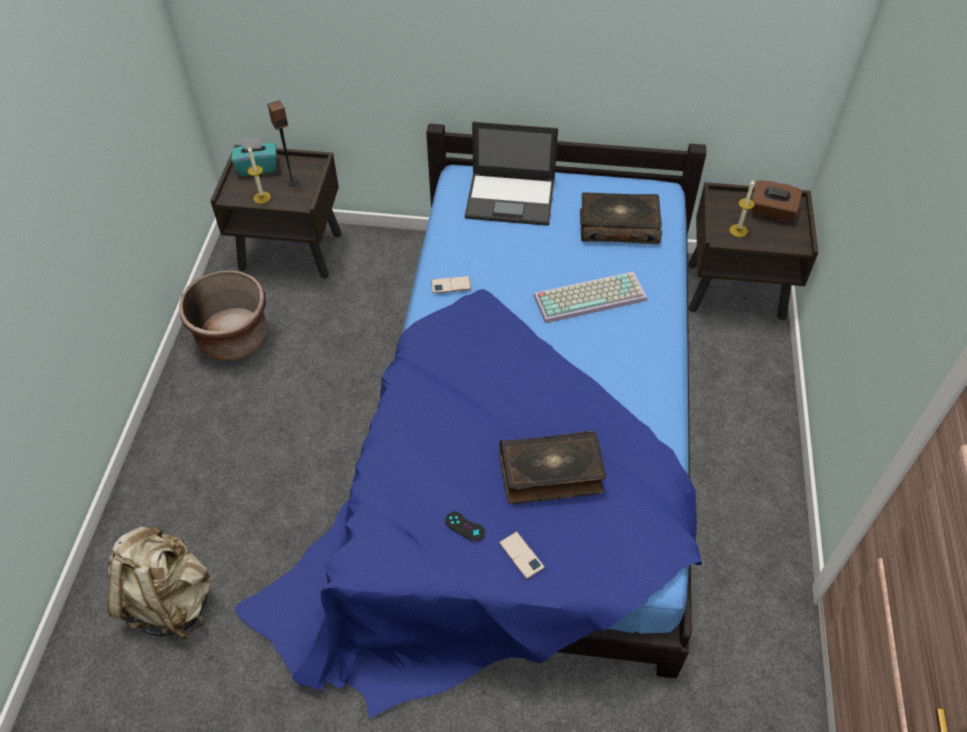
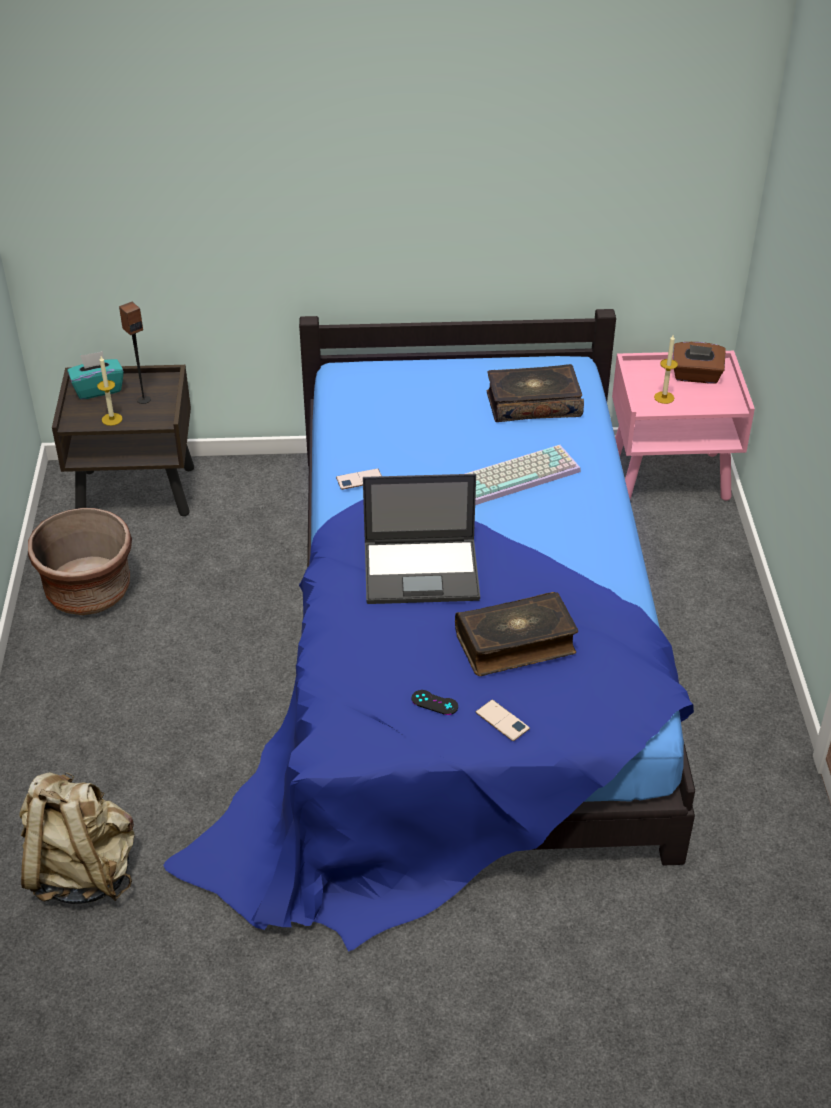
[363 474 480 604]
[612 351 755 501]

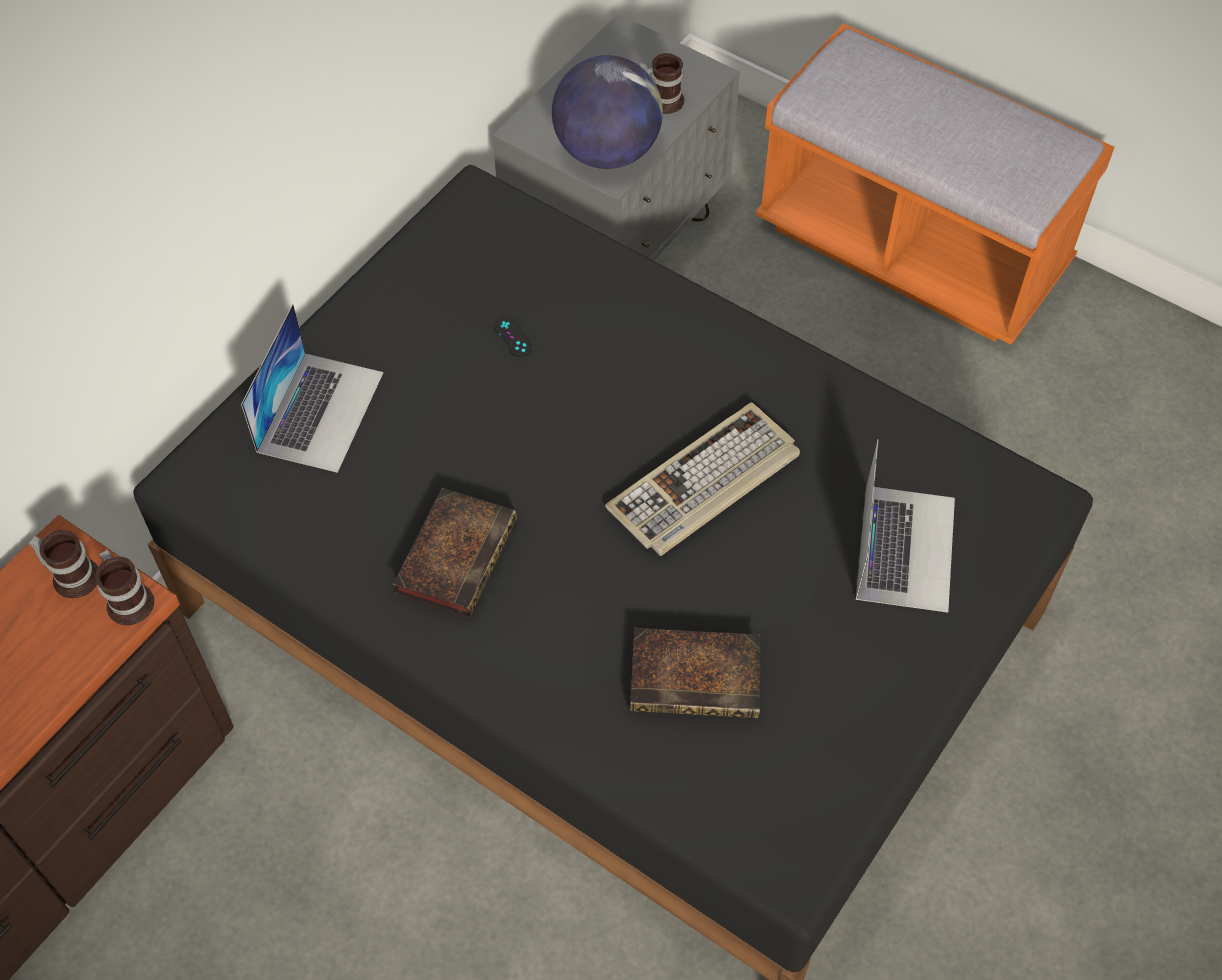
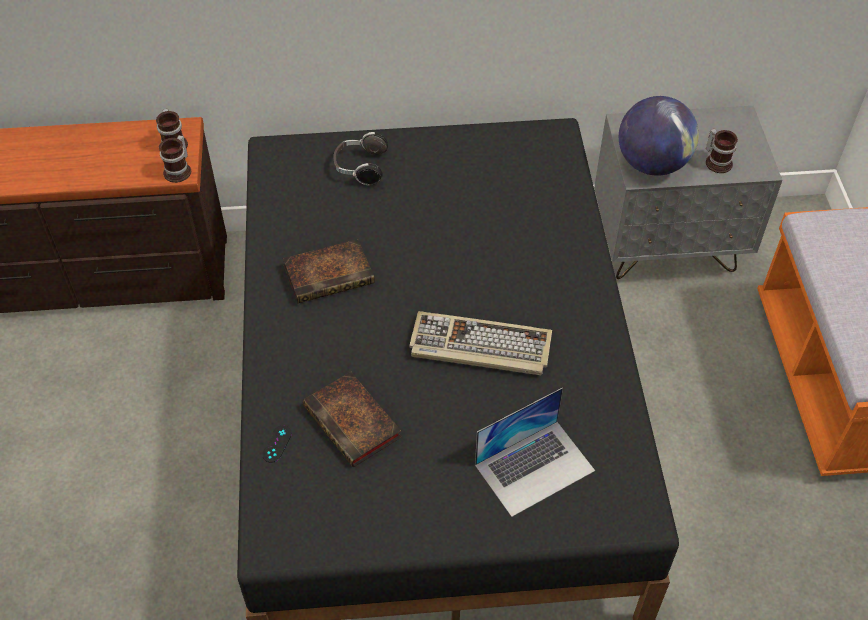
[262 426 292 463]
[333 132 388 186]

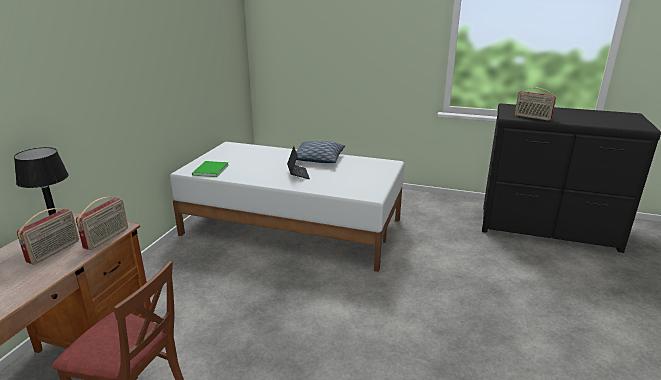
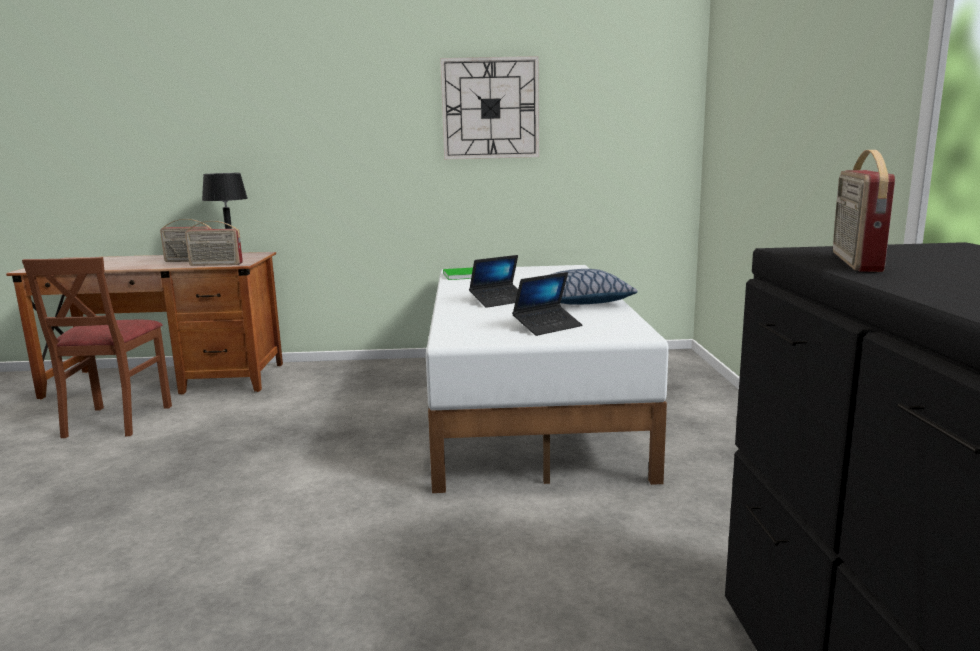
[440 56 539 159]
[512 272 582 336]

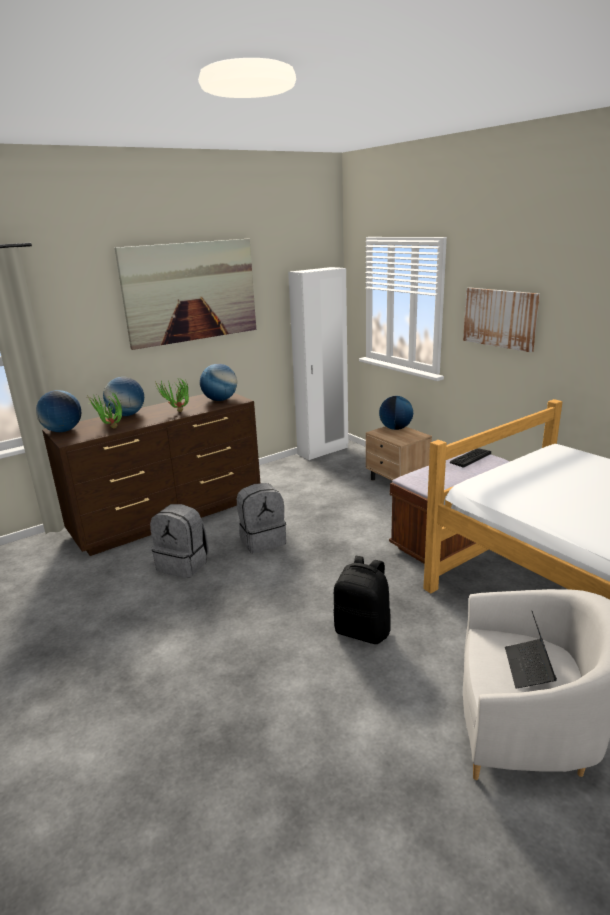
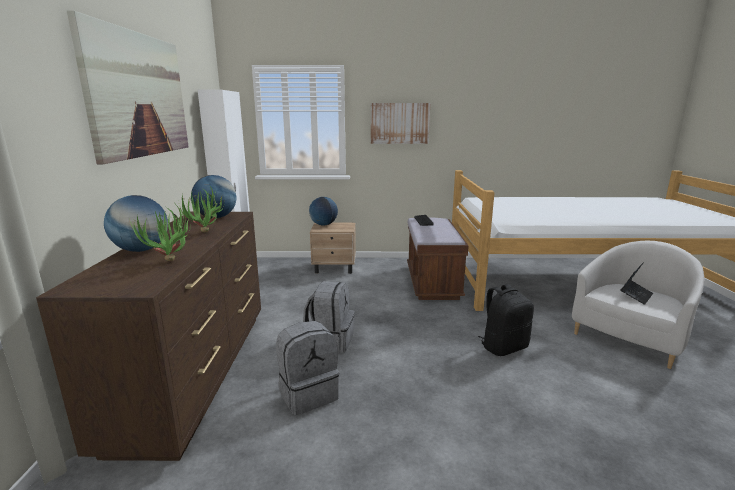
[620 262 653 305]
[36 390 81 432] (first image)

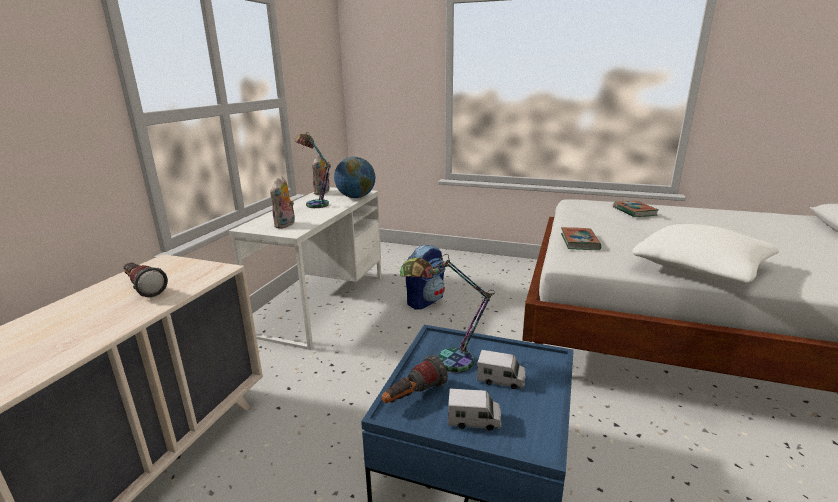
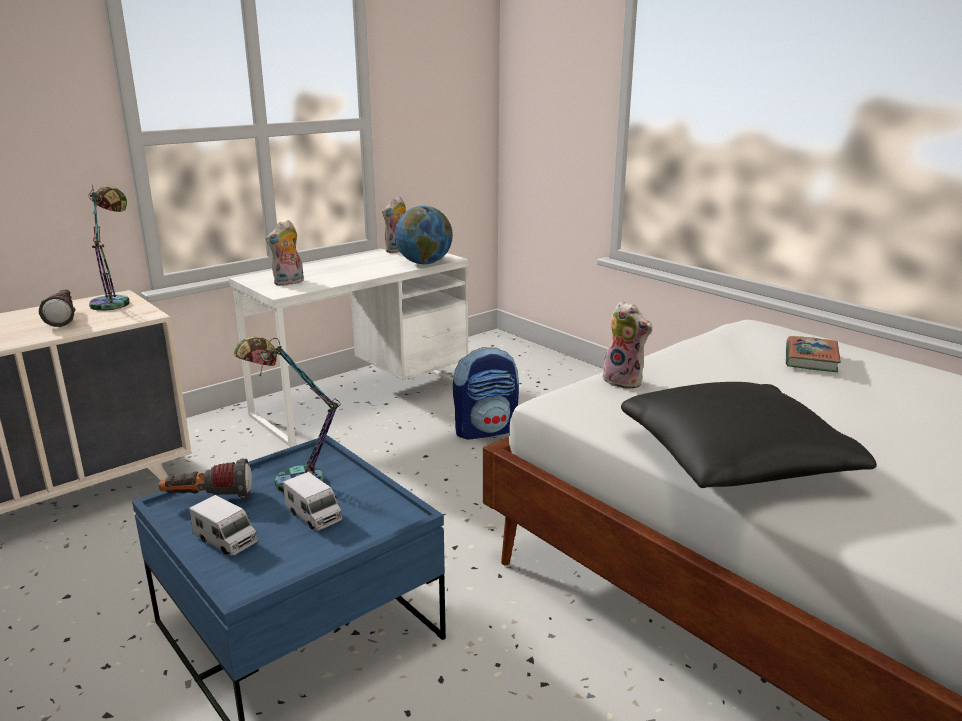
[88 185 129 311]
[602 301 652 389]
[621 382 877 488]

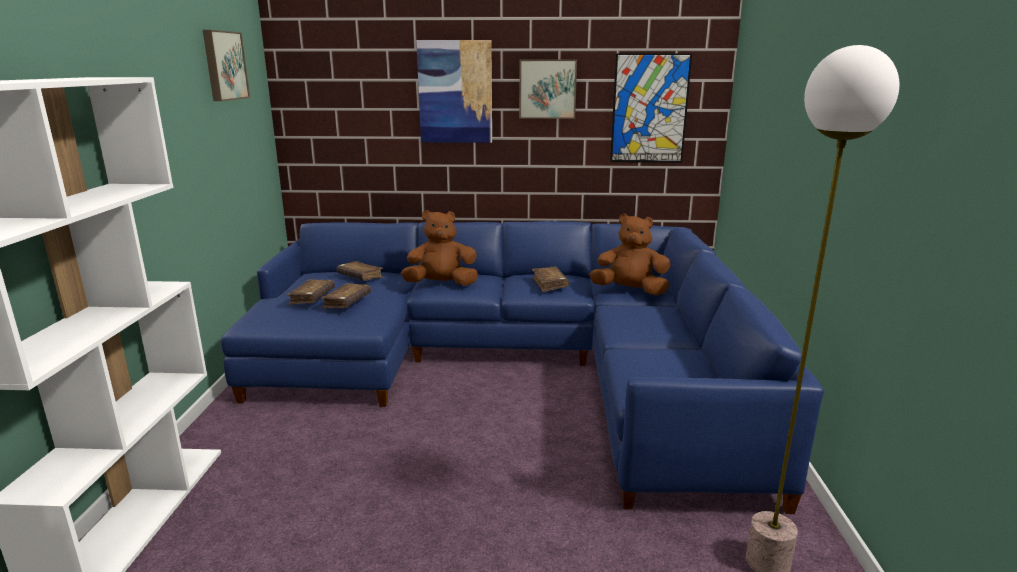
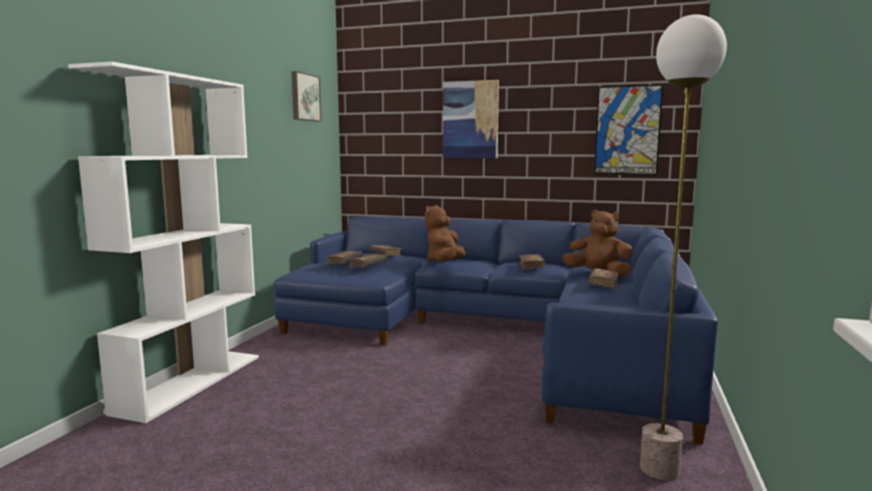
[425 205 465 262]
[588 269 619 289]
[519 60 577 119] (first image)

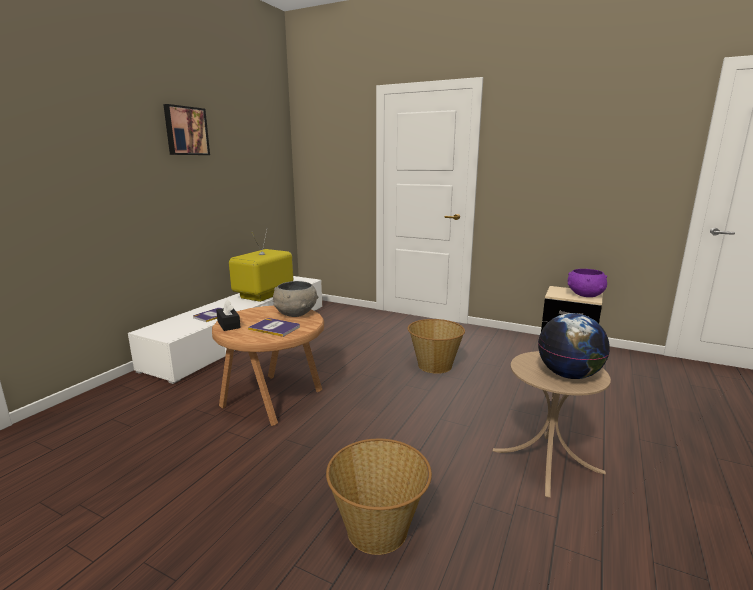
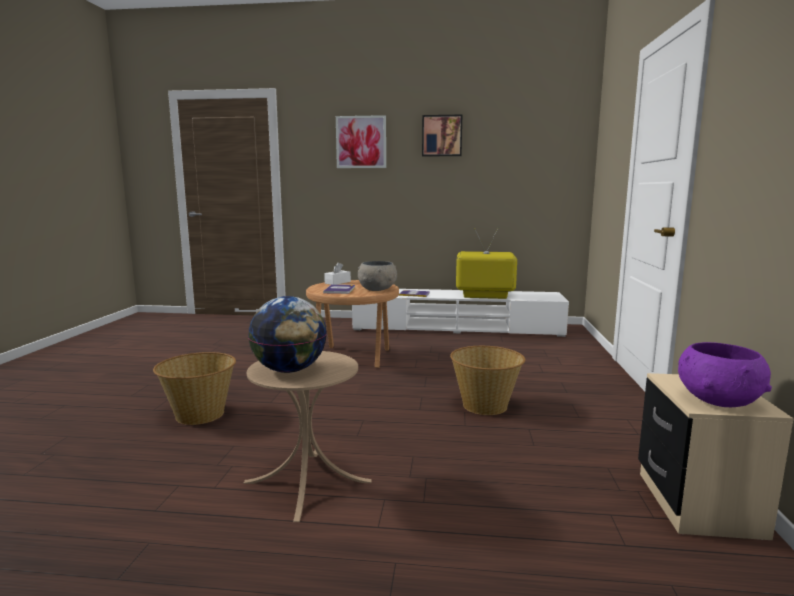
[324 262 351 285]
[336 115 386 168]

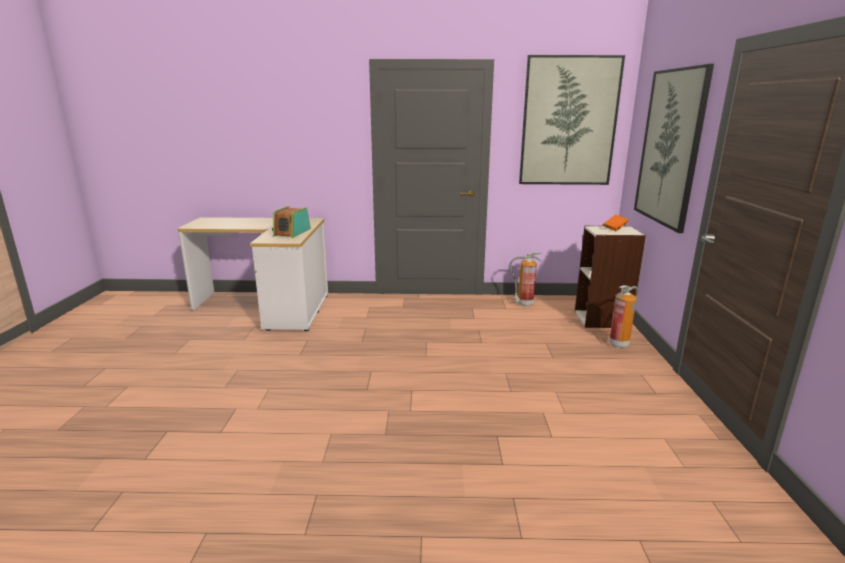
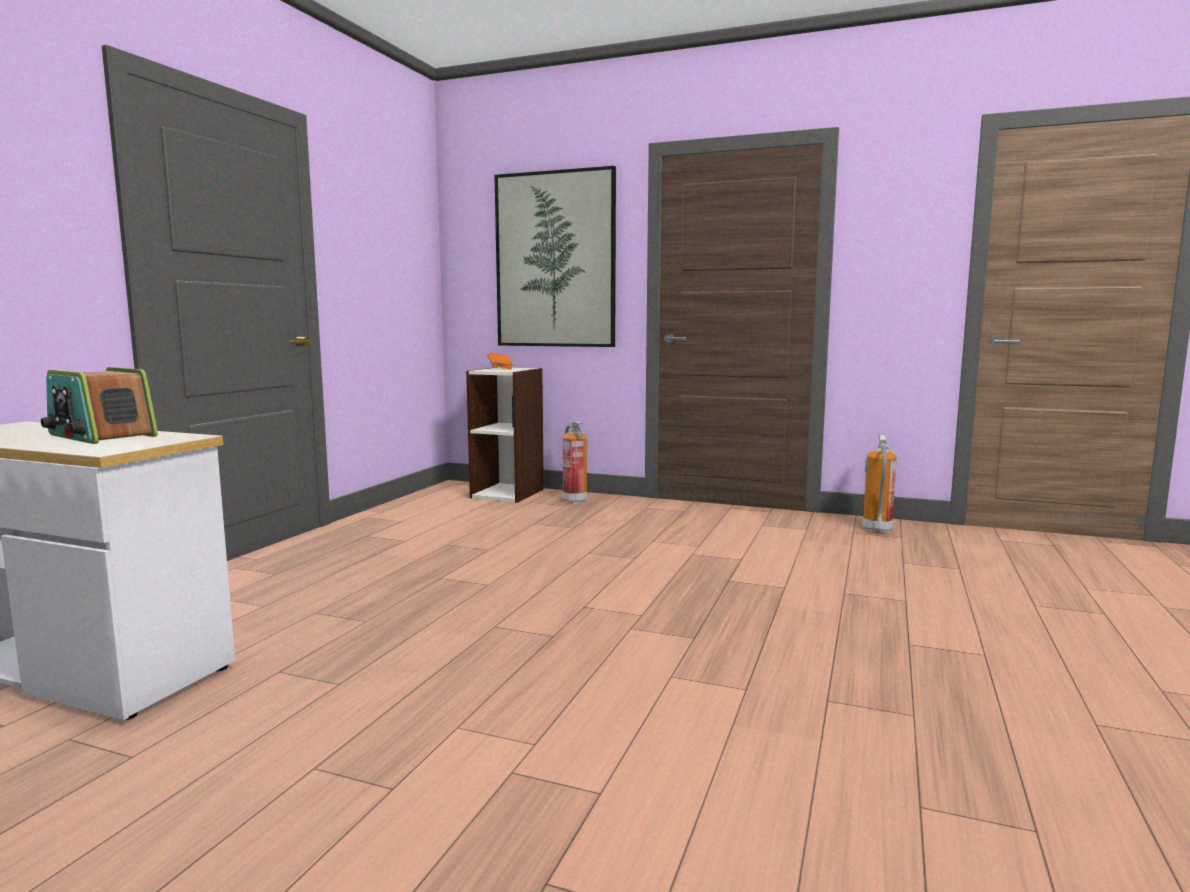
[863 434 897 533]
[519 55 625 185] (first image)

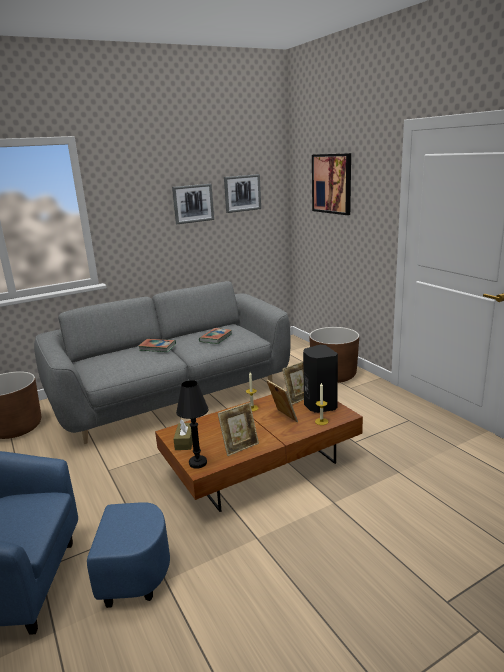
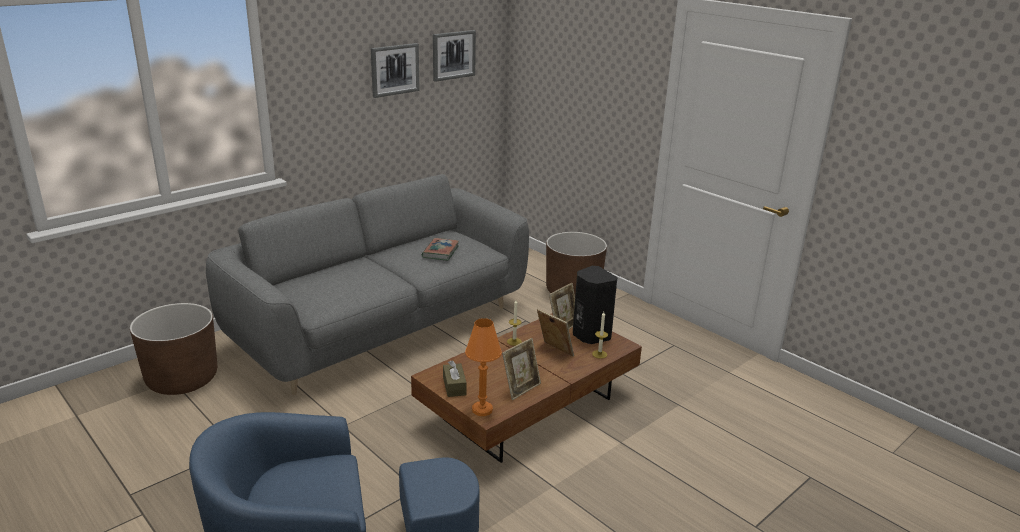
[465 318 502 416]
[138 339 176 352] (first image)
[312 153 351 215] (first image)

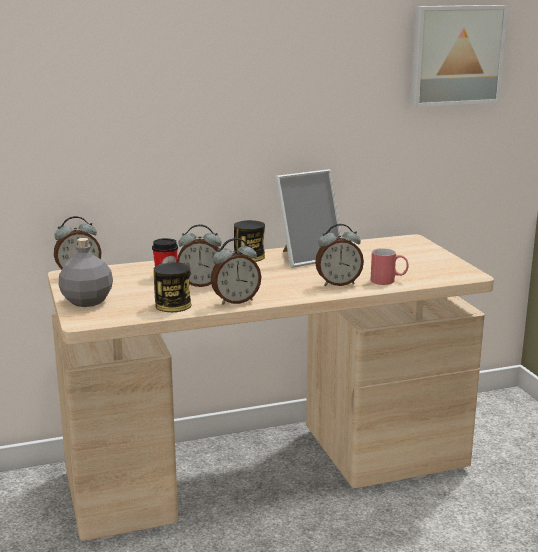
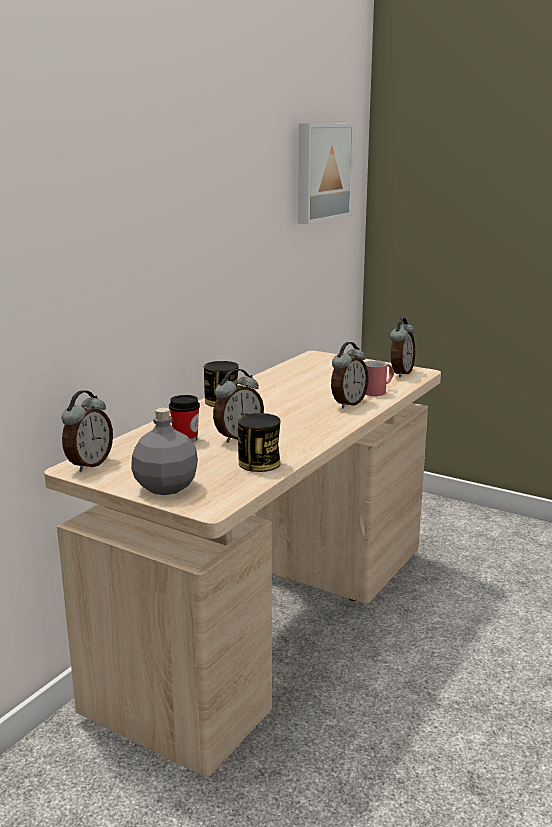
[390 318 415 377]
[275 169 342 268] (first image)

